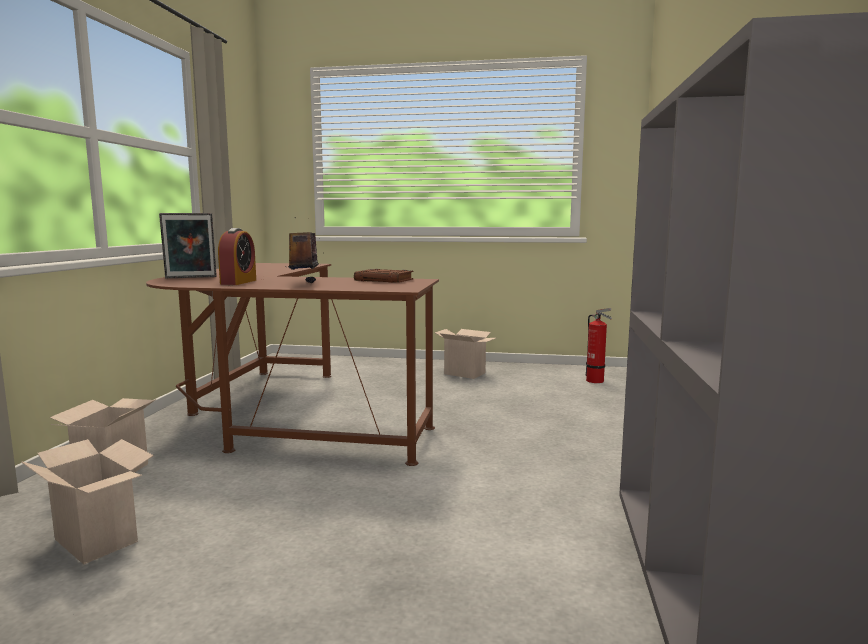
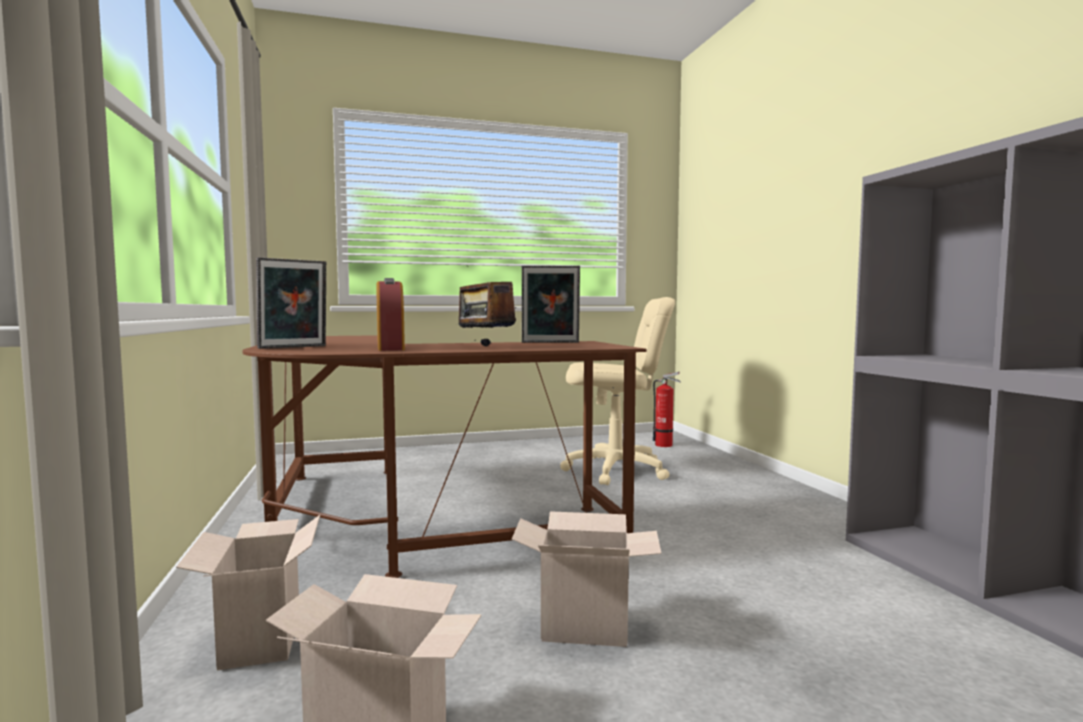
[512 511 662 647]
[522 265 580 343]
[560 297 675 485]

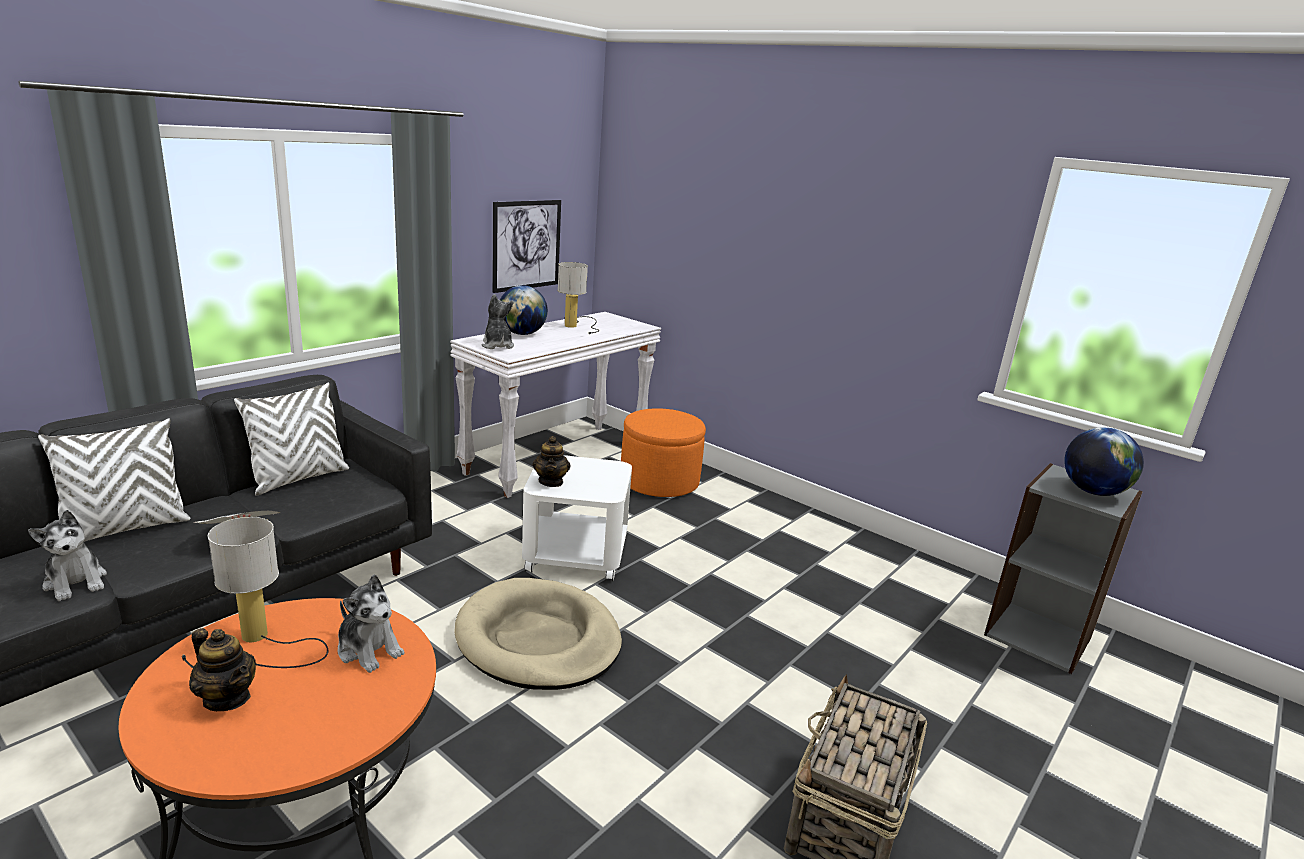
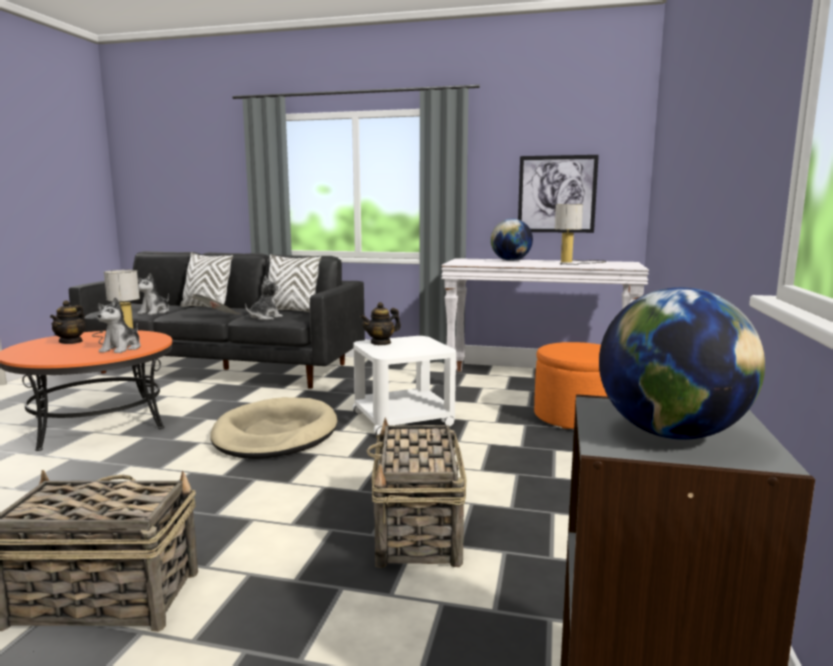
[245 275 283 320]
[367 417 466 568]

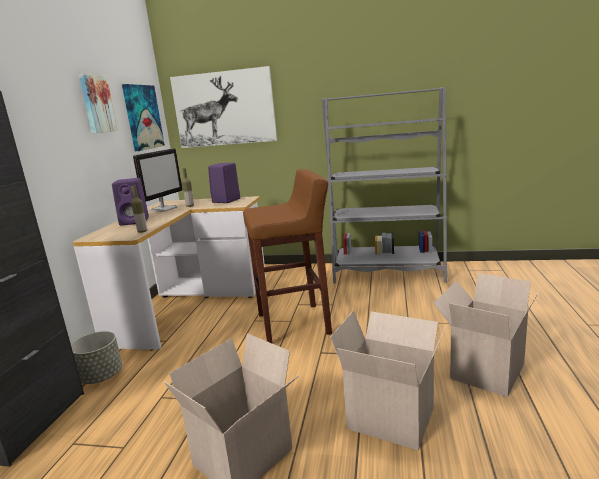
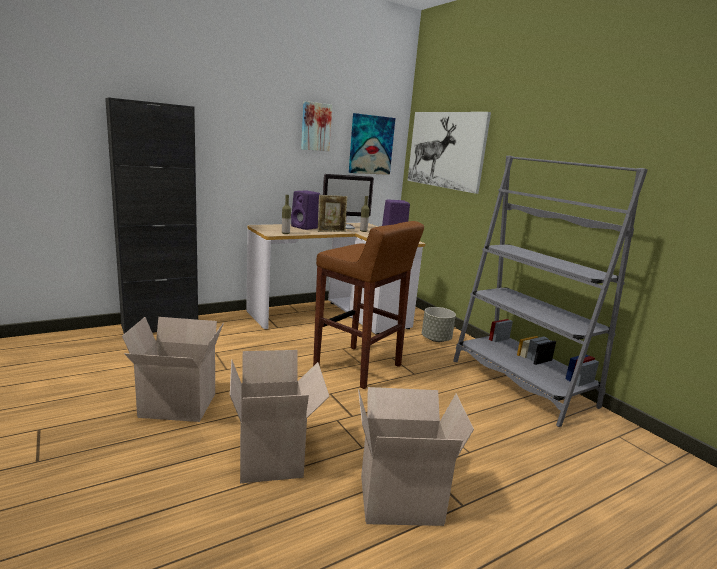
[318 195 347 232]
[422 307 456 342]

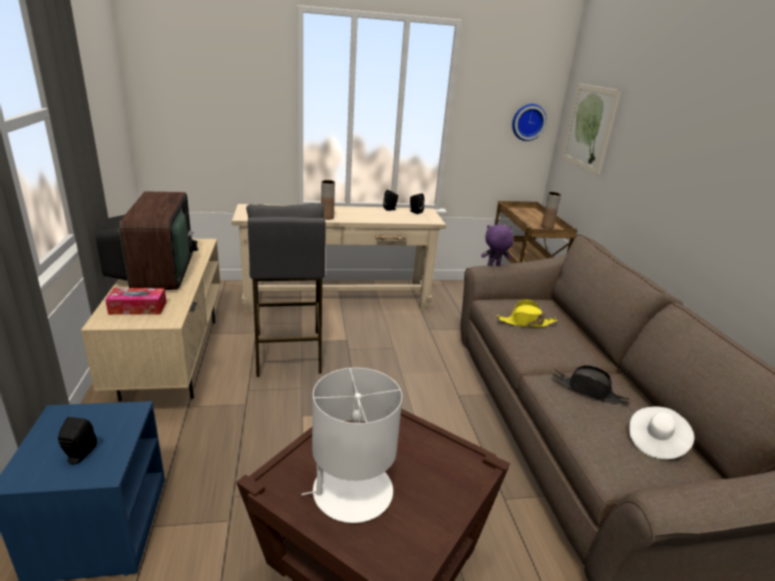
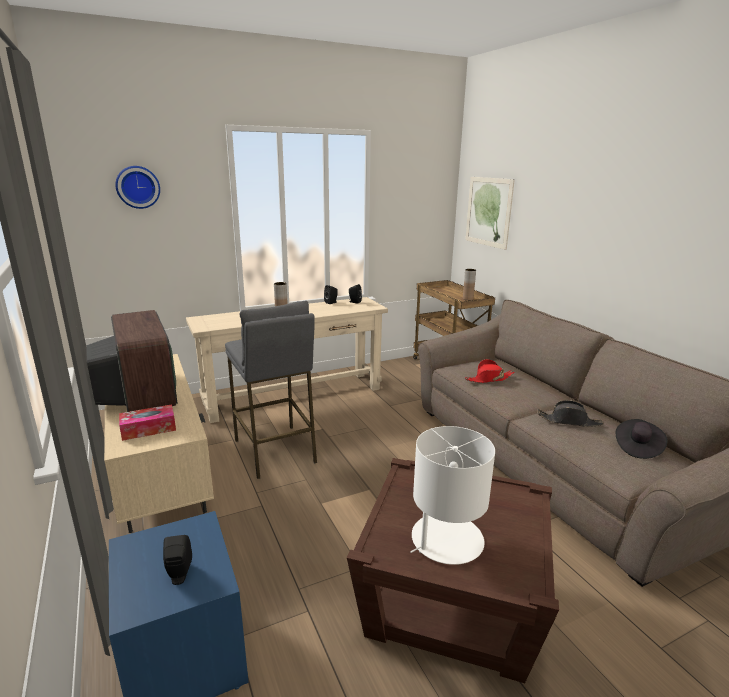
[115 166 160 209]
[465 359 514 383]
[616 419 667 459]
[481 224 514 266] (first image)

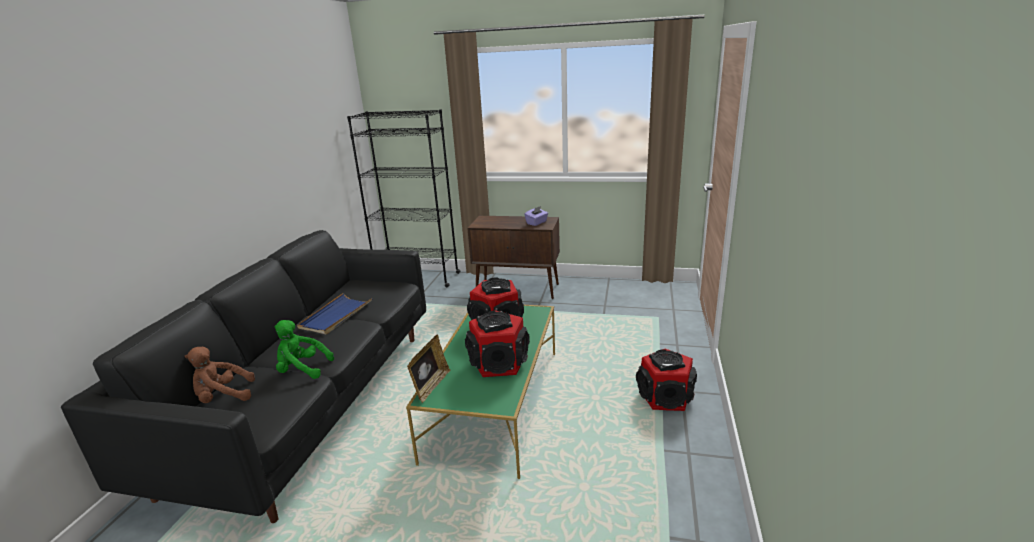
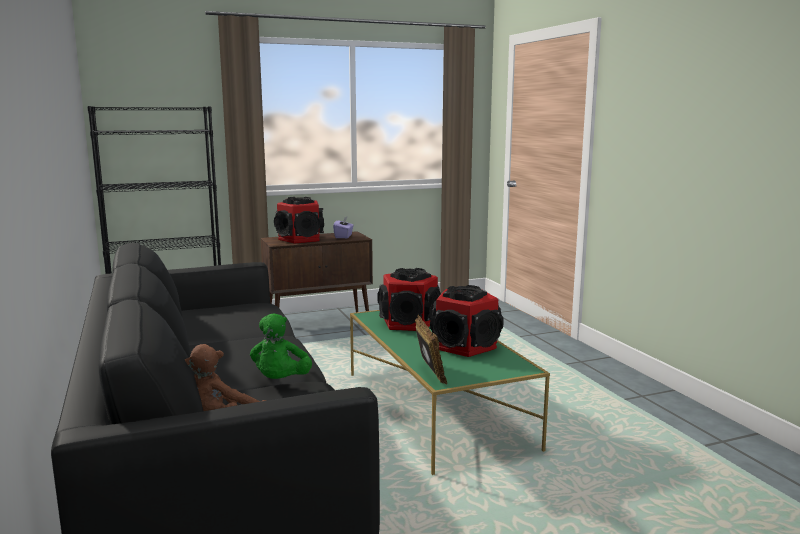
[250 314 312 379]
[274 197 324 244]
[297 293 373 334] (first image)

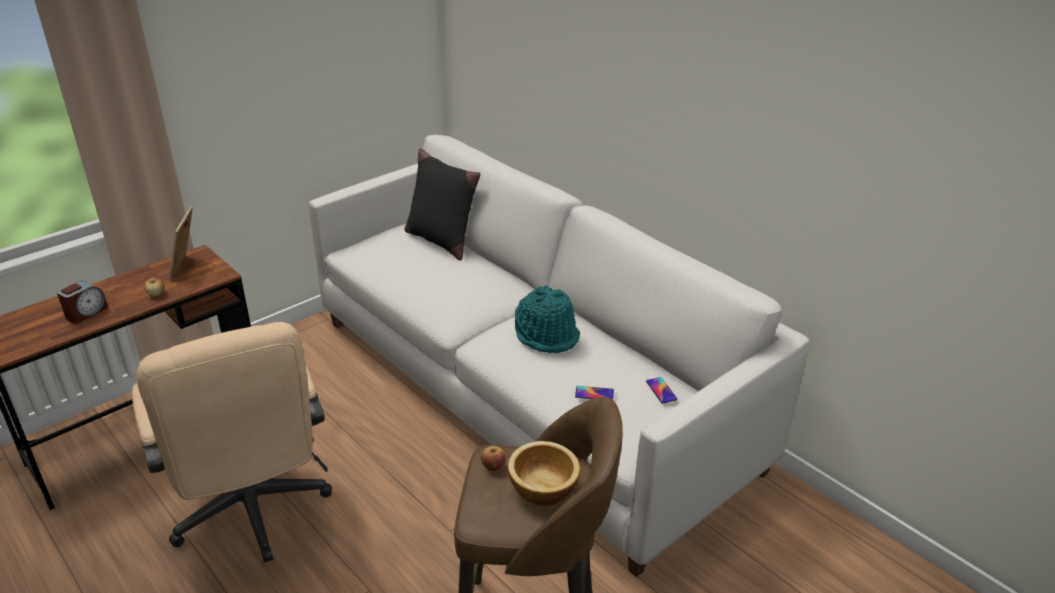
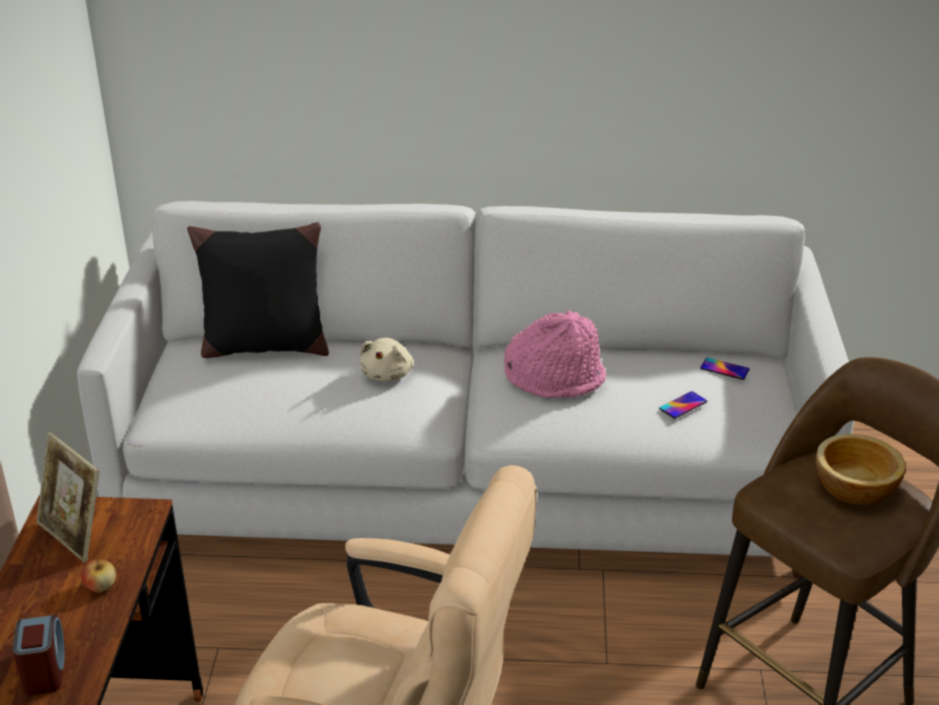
[360 338 414 382]
[504 311 606 398]
[481 446 505 471] (first image)

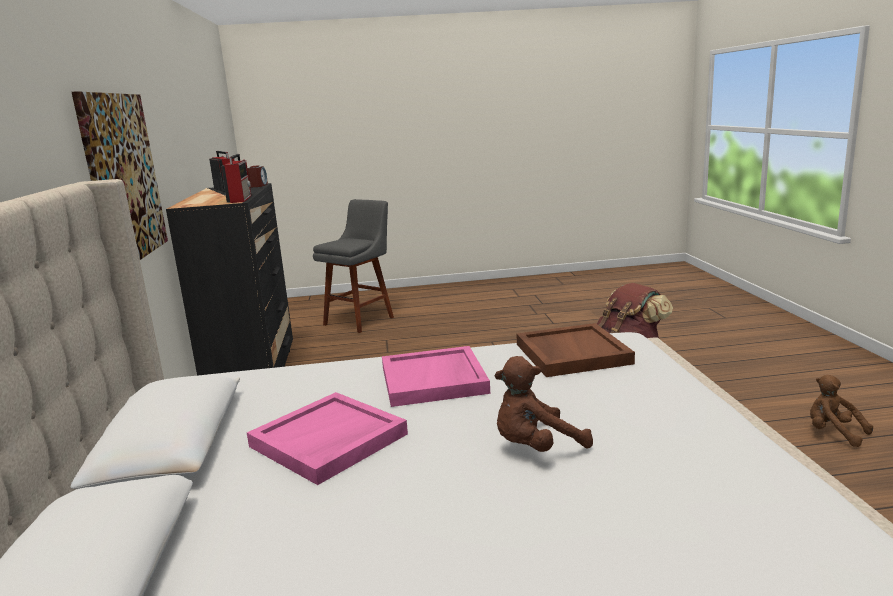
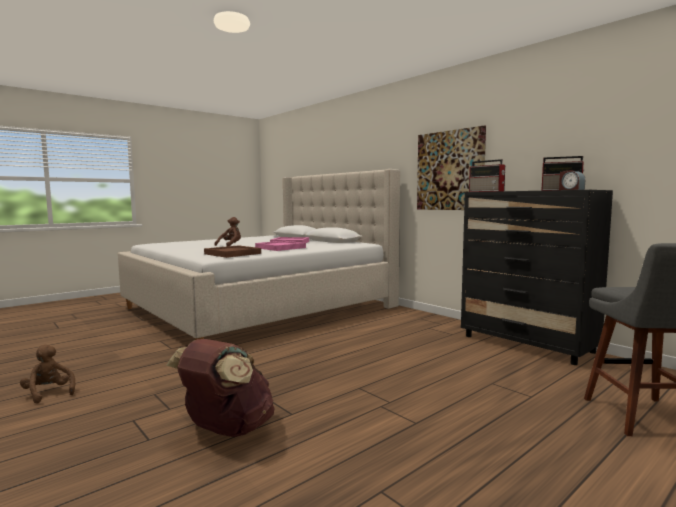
[20 345 75 404]

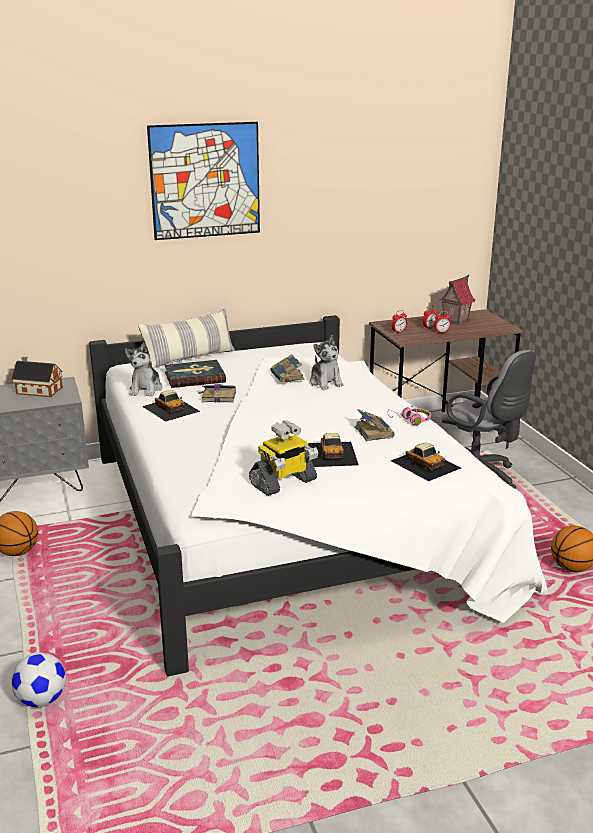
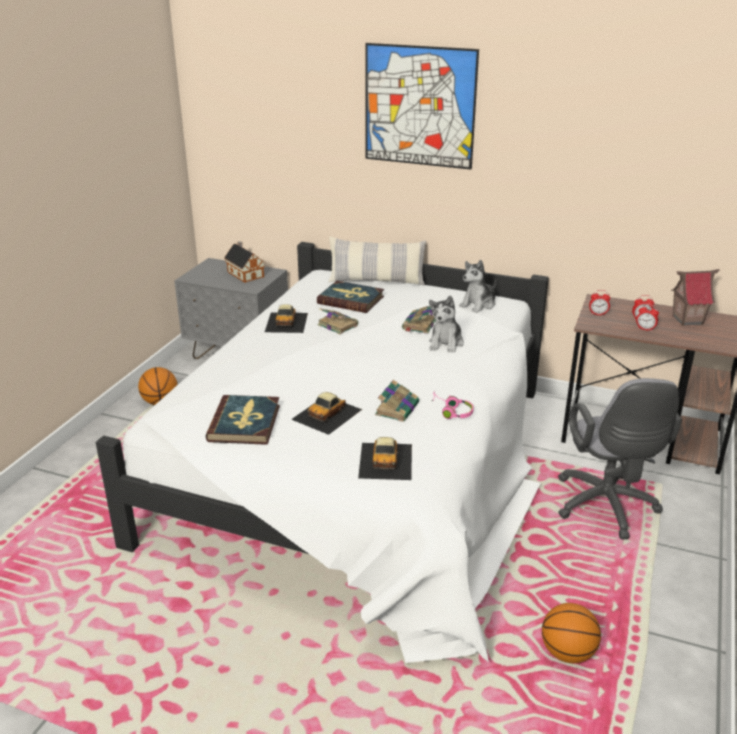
[206 395 280 445]
[459 260 496 313]
[11 652 66 707] (first image)

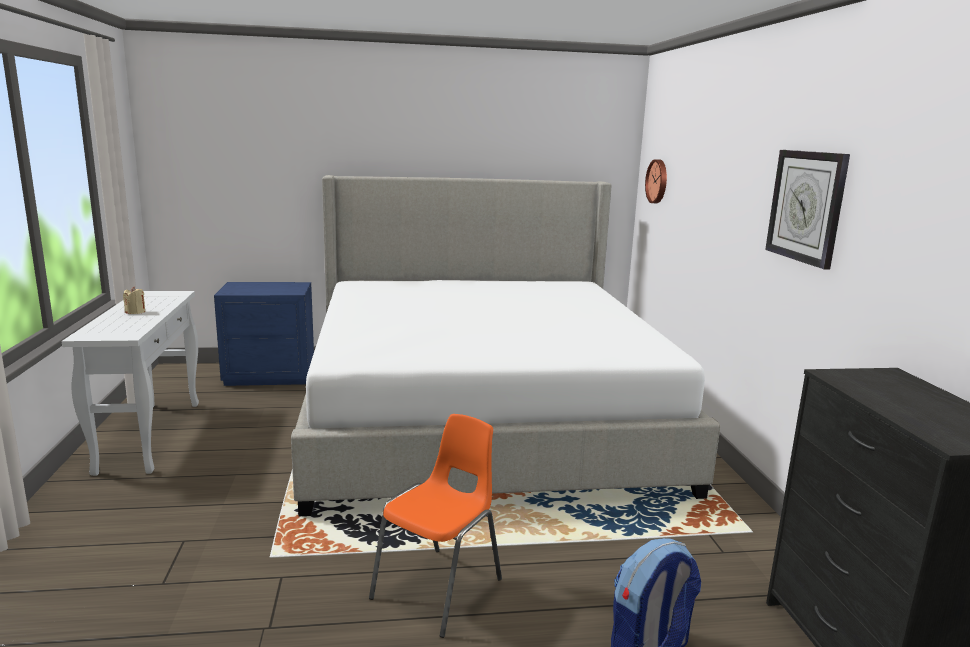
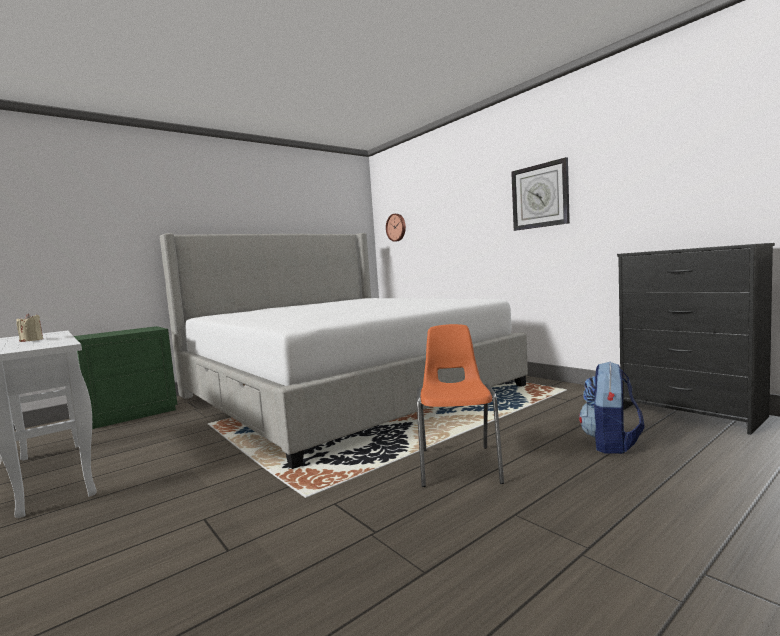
[74 326 177 429]

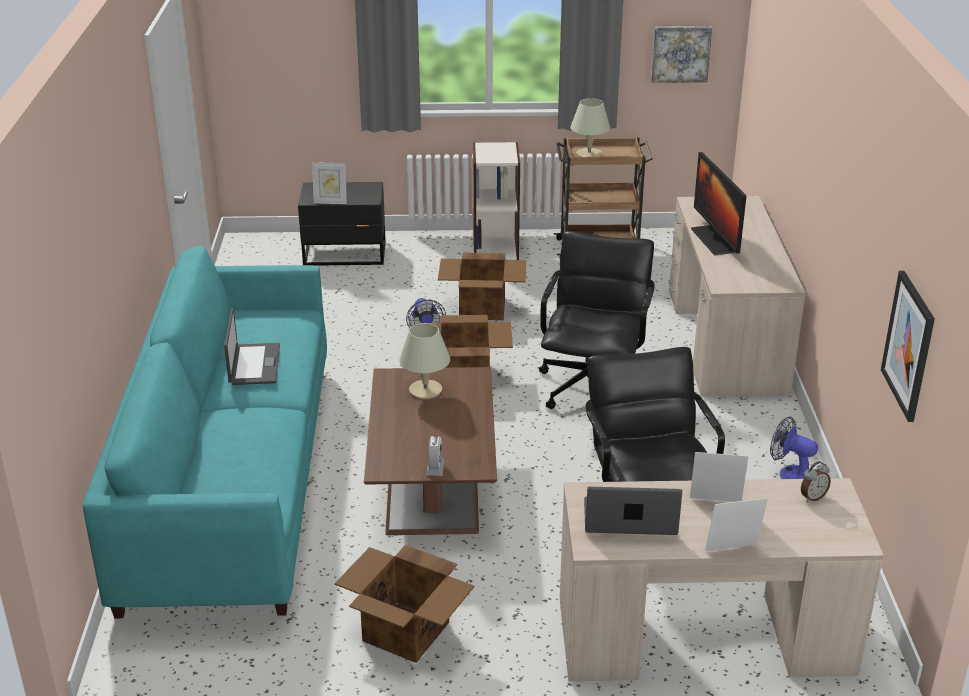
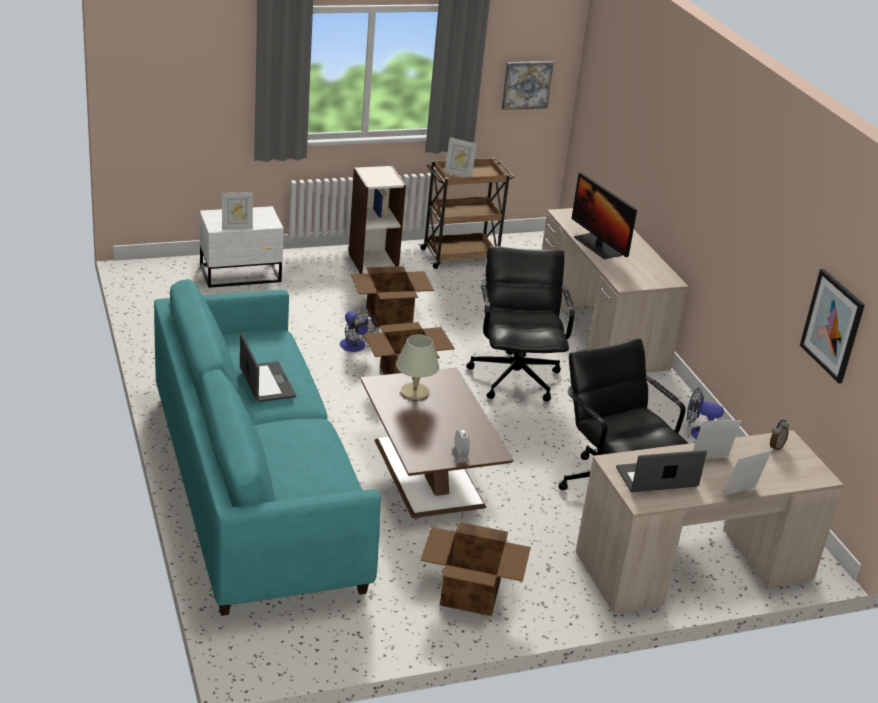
[200 206 284 288]
[444 137 477 177]

